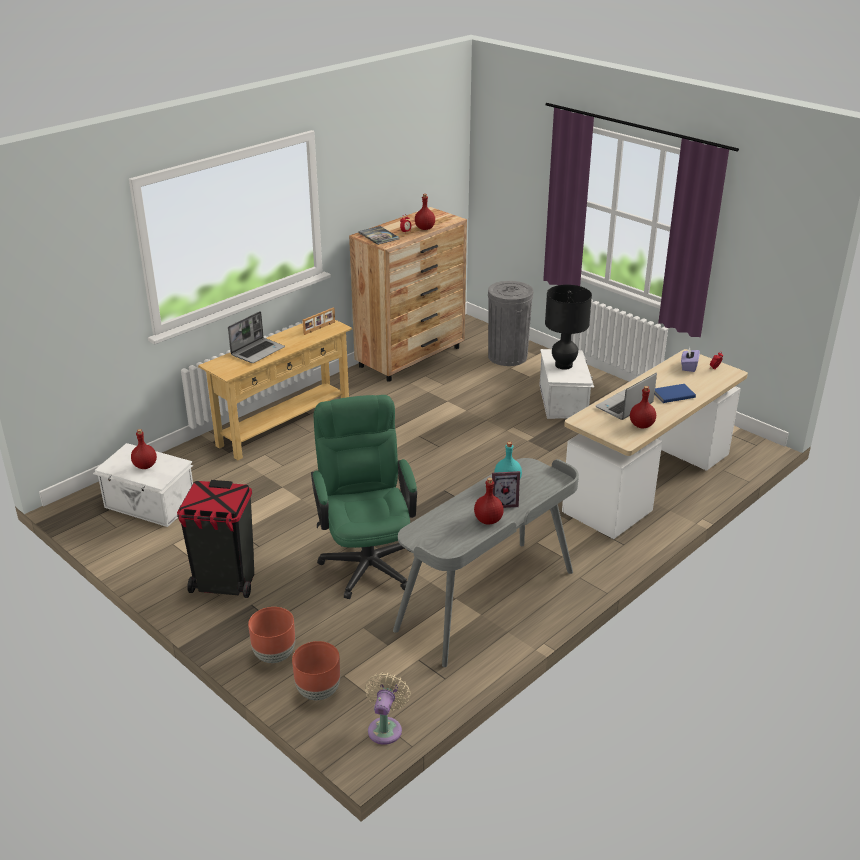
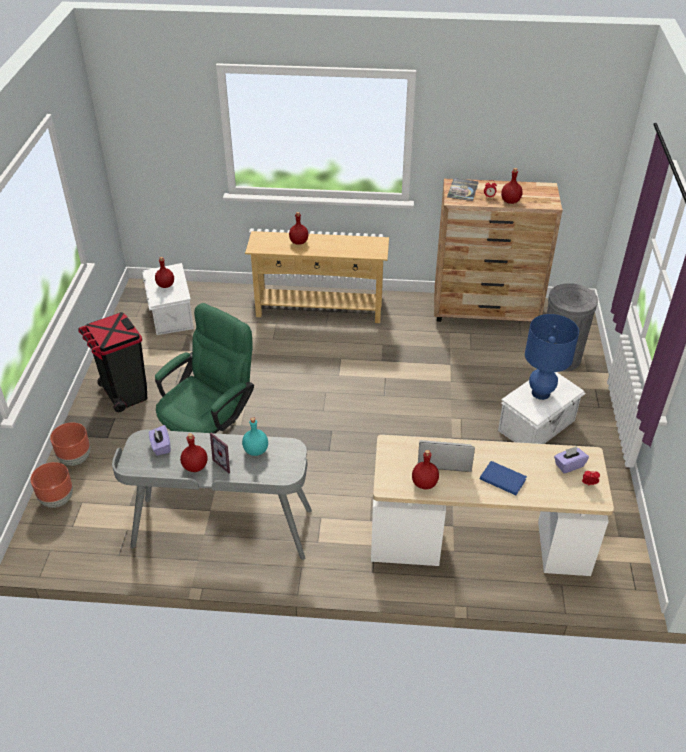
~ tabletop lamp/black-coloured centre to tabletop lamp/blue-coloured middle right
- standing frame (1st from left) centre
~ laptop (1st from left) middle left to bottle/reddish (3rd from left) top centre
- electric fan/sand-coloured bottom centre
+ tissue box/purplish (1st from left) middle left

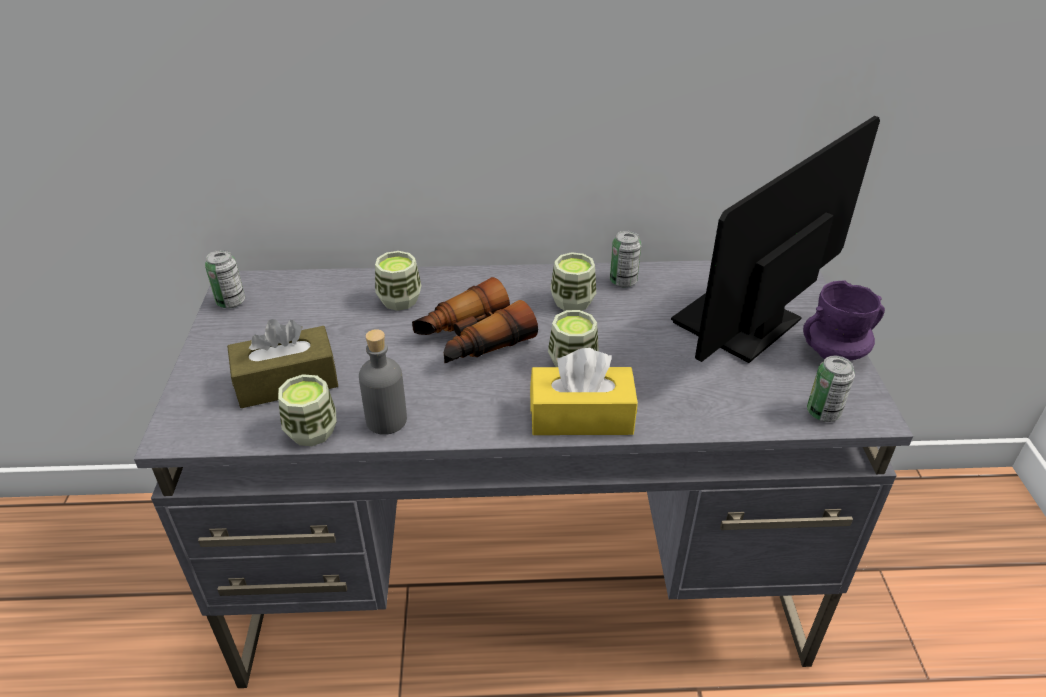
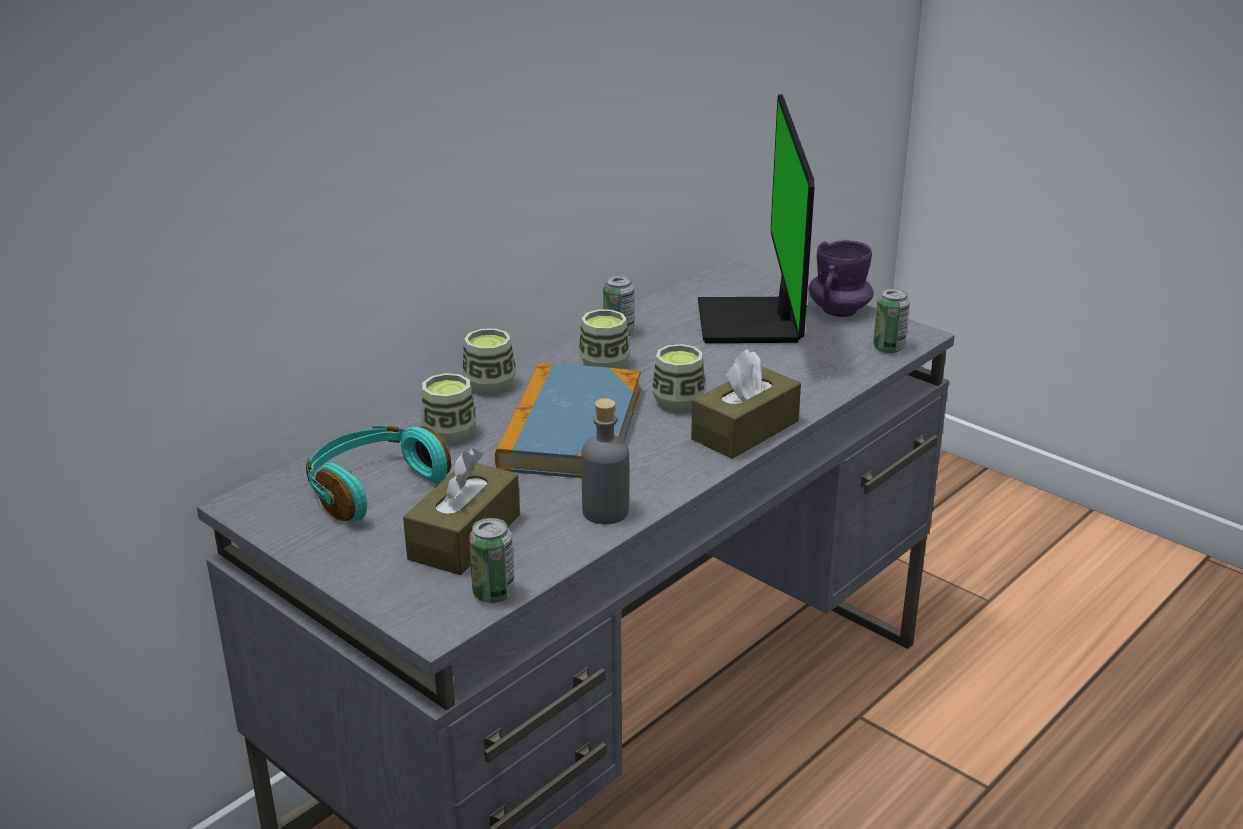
~ metal can (1st from left) middle left to bottom centre
~ binoculars centre to book centre
~ tissue box/yellow-coloured centre to tissue box/brownish (2nd from left) centre
~ cup (1st from left in the first image) middle left to cup (2nd from left) centre
+ headphones/turquoise middle left

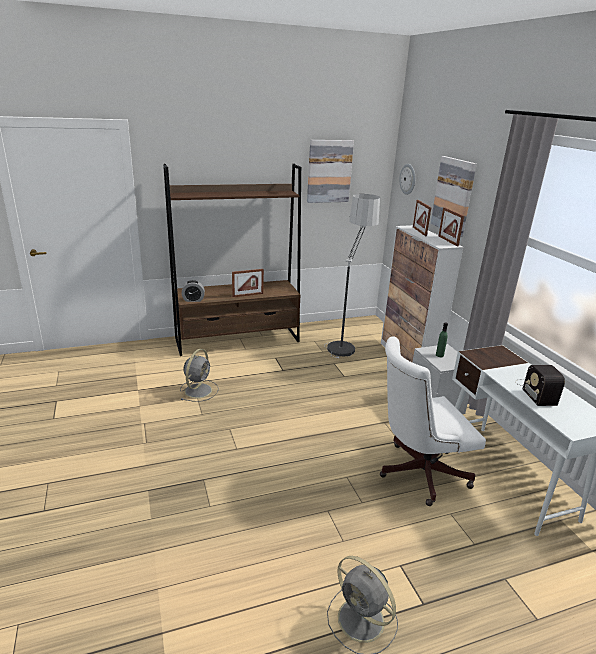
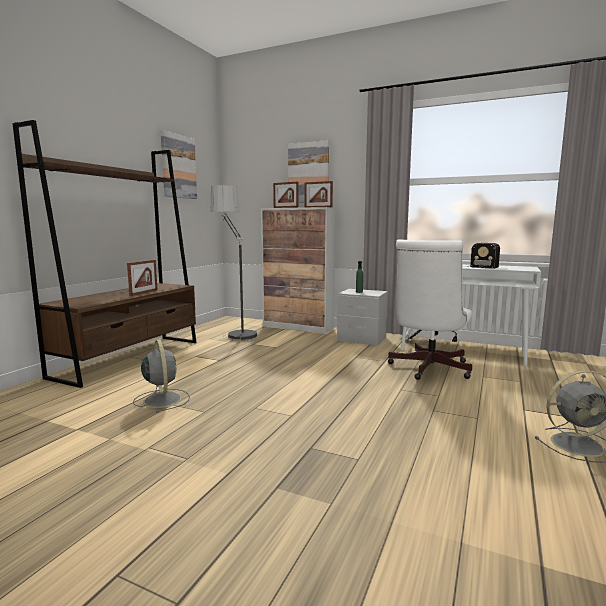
- hanging clock top right
- alarm clock middle left

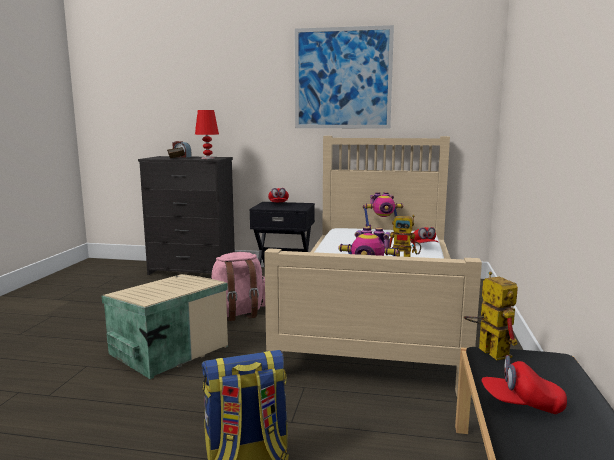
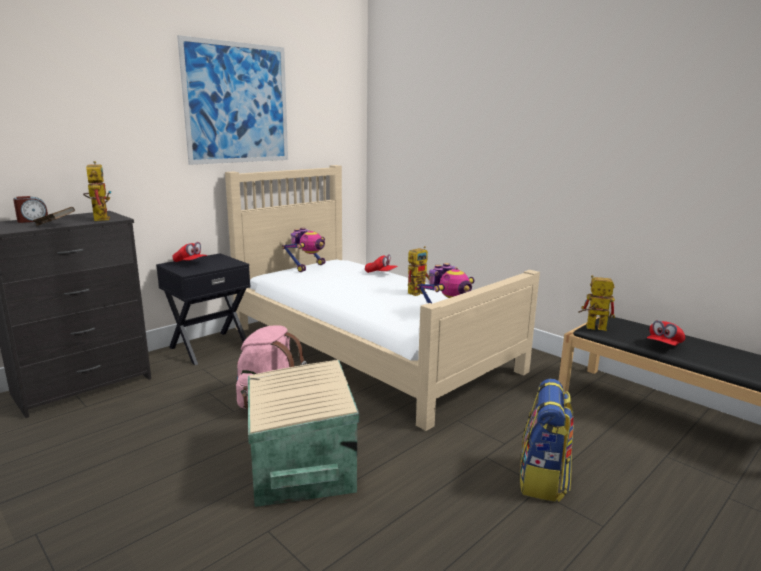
~ tabletop lamp/reddish top centre to model robot (1st from left) middle left

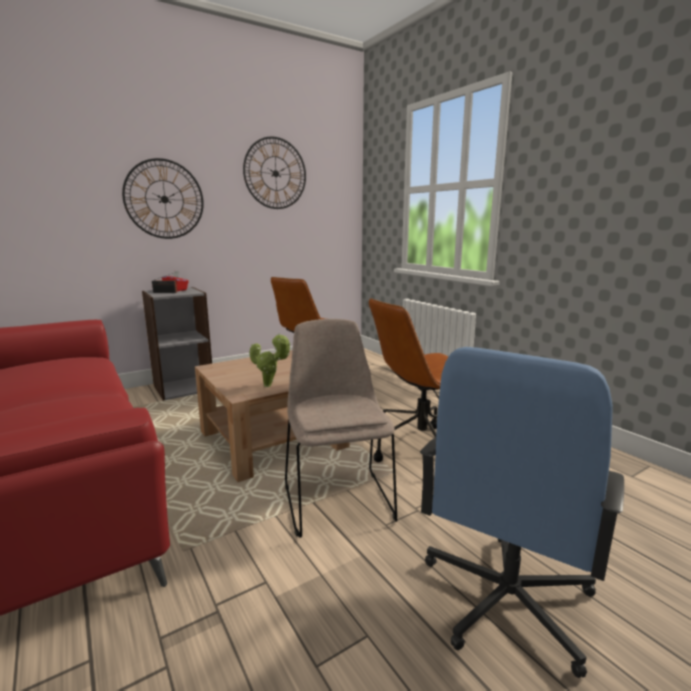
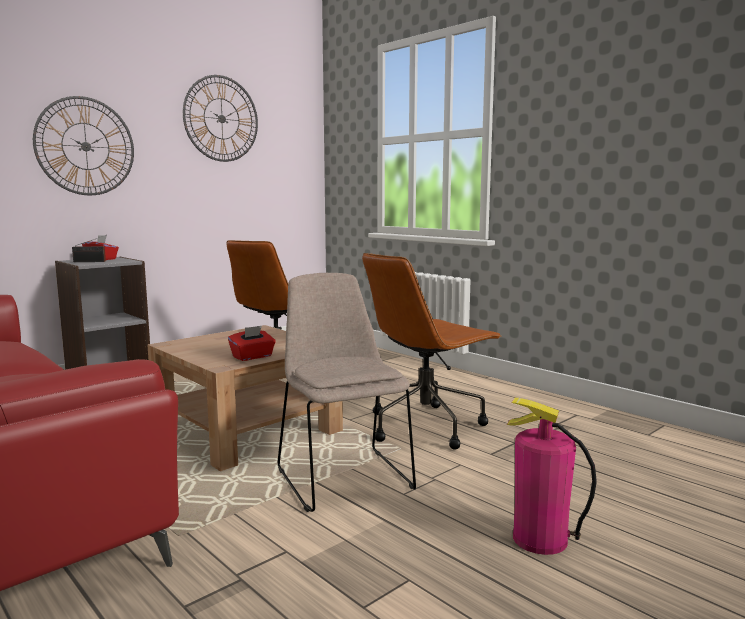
~ potted plant centre to tissue box/reddish (2nd from left) centre
~ desk chair/blue-coloured bottom right to fire extinguisher bottom right

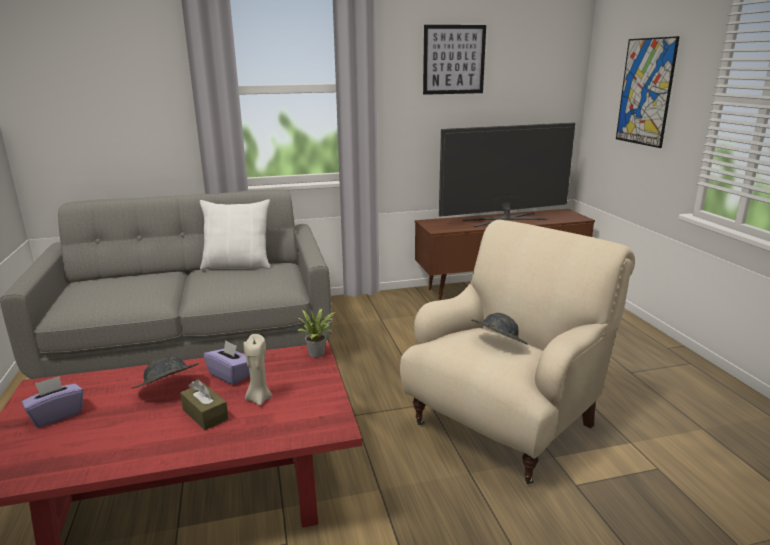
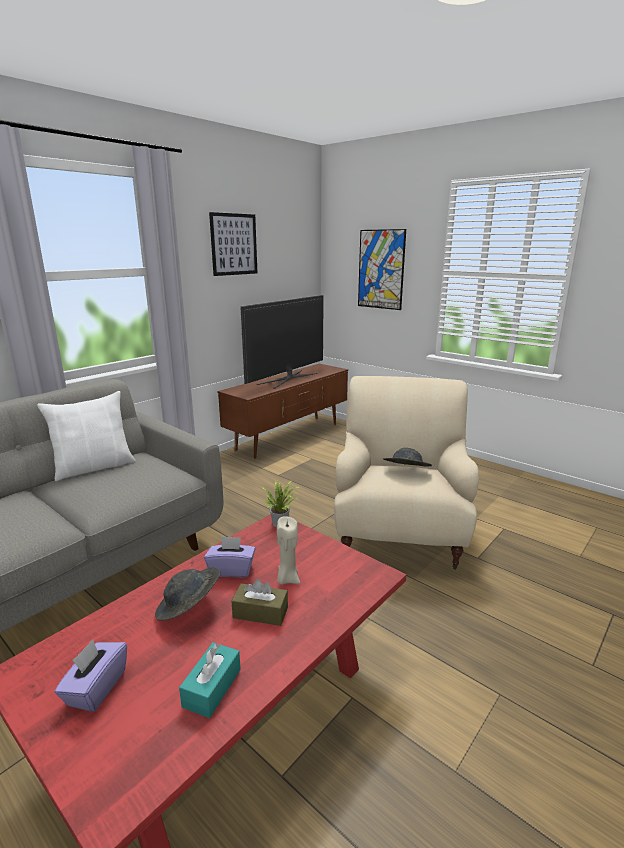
+ tissue box/turquoise bottom centre

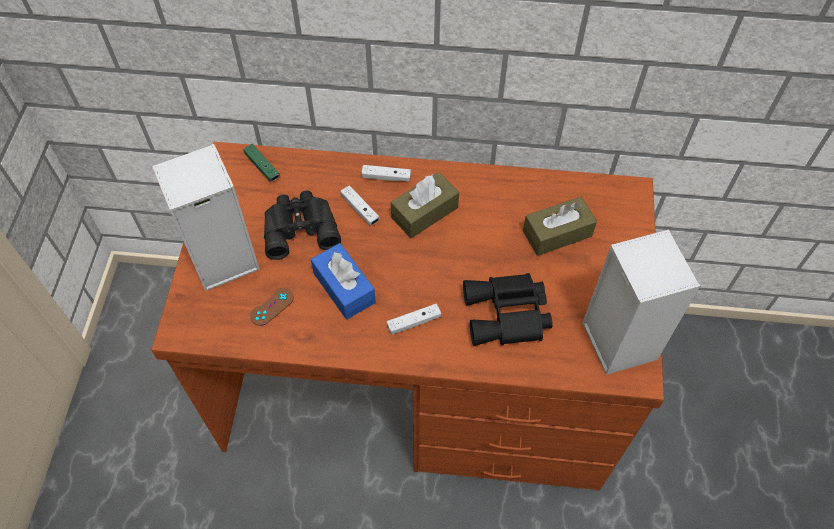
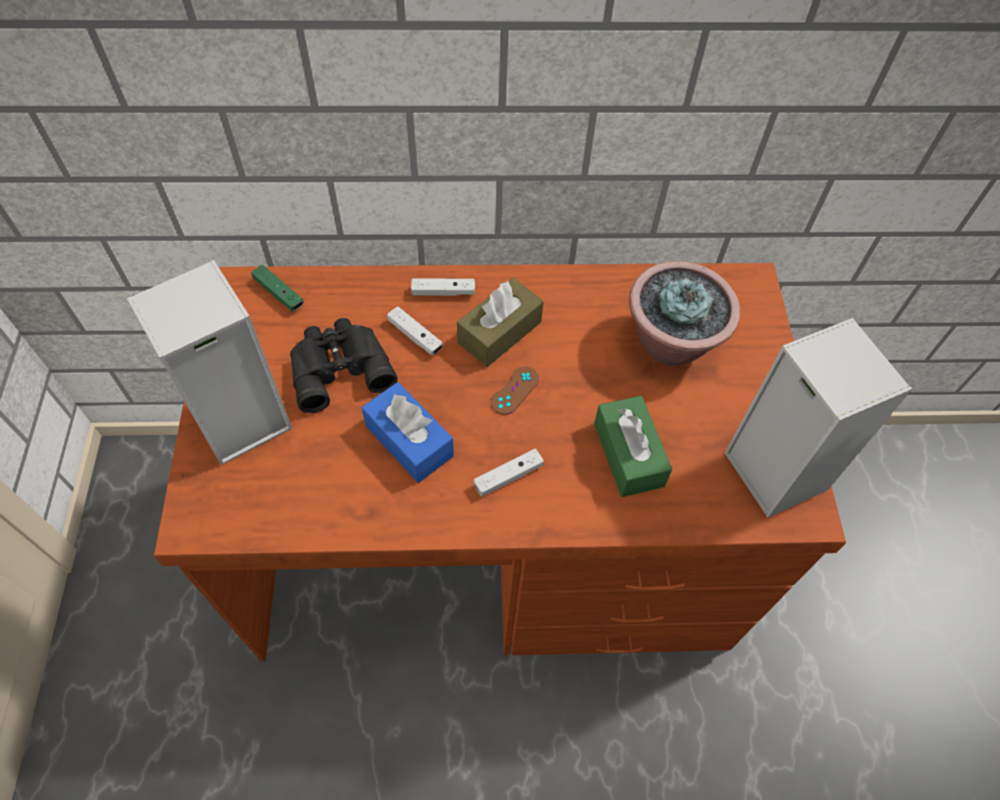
~ tissue box/brownish (2nd from left) middle right to potted plant middle right
~ binoculars/black-coloured (2nd from left) centre to tissue box/greenish centre
~ game controller/brownish middle left to centre

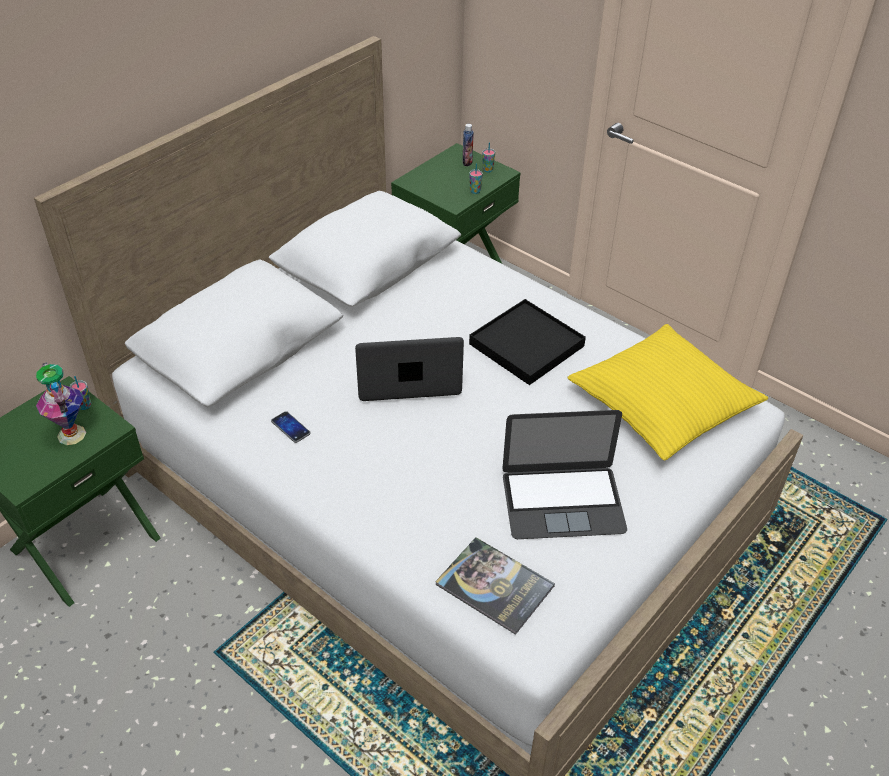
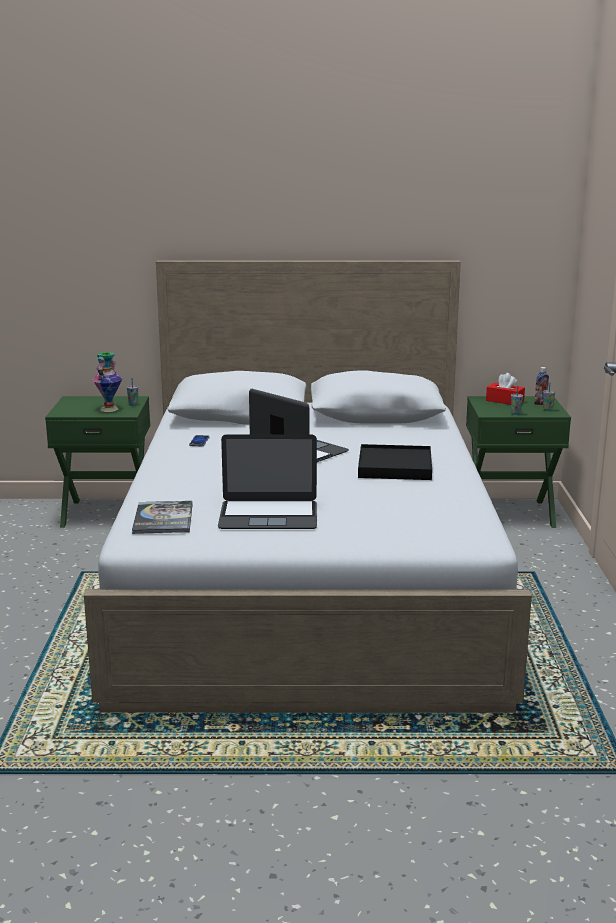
- throw pillow/yellow-coloured middle right
~ laptop (2nd from left in the first image) centre = centre 45 degrees counterclockwise
+ tissue box/reddish middle right

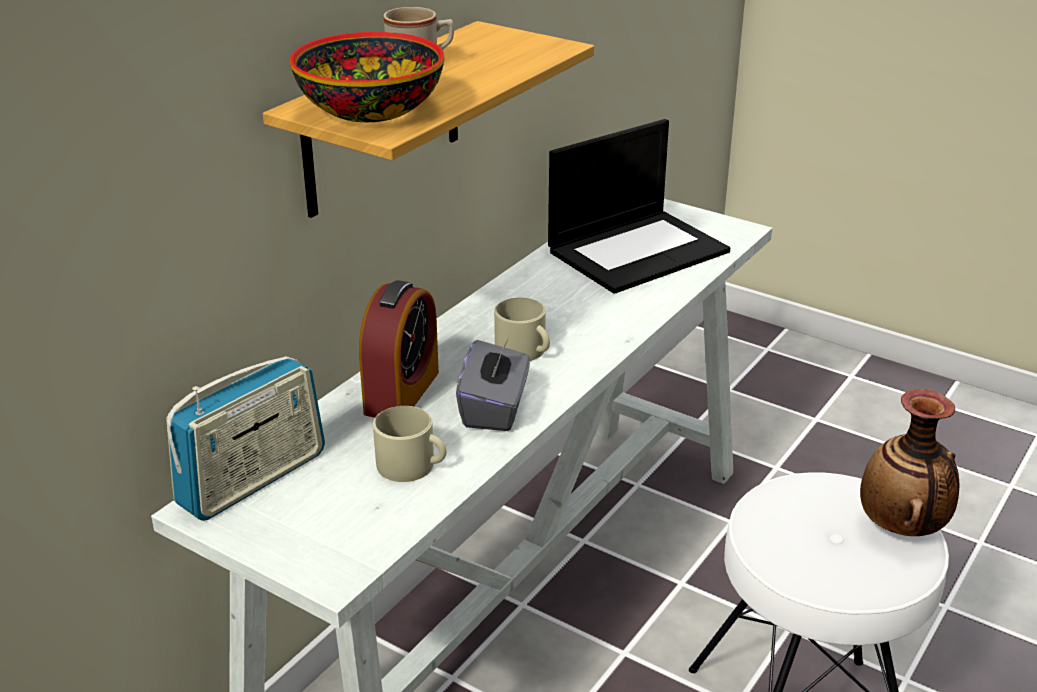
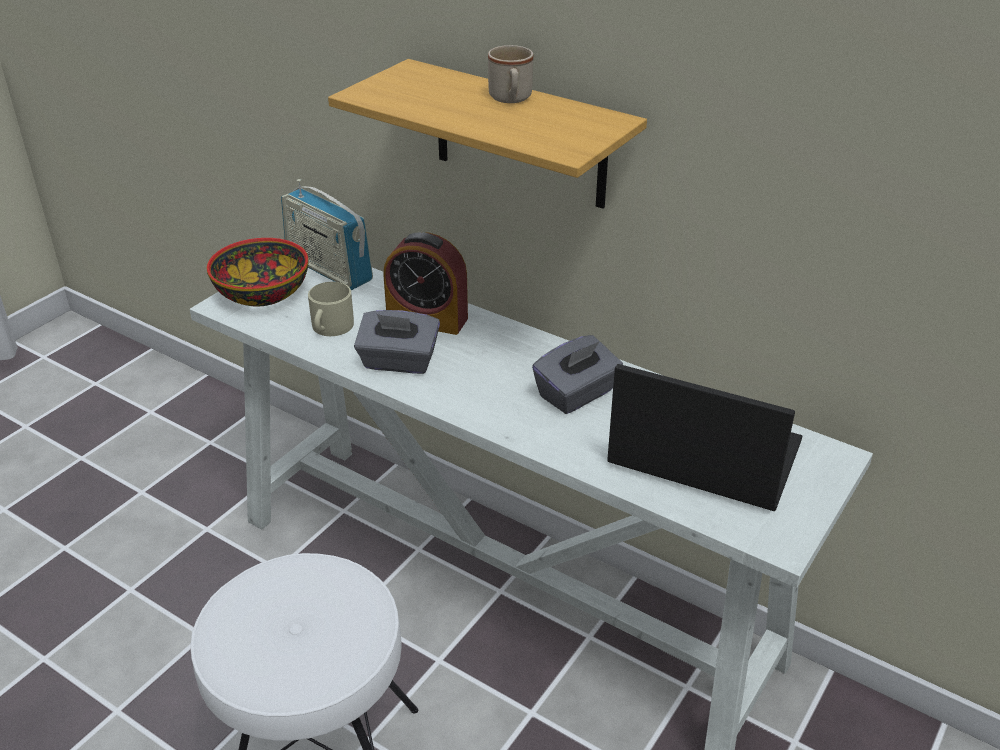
~ deep dish top centre to middle left
~ laptop top centre = middle right 150 degrees clockwise
- tea mug/sand-coloured (3rd from left) centre
- flower vase bottom right
+ tissue box/greyish (2nd from left) centre

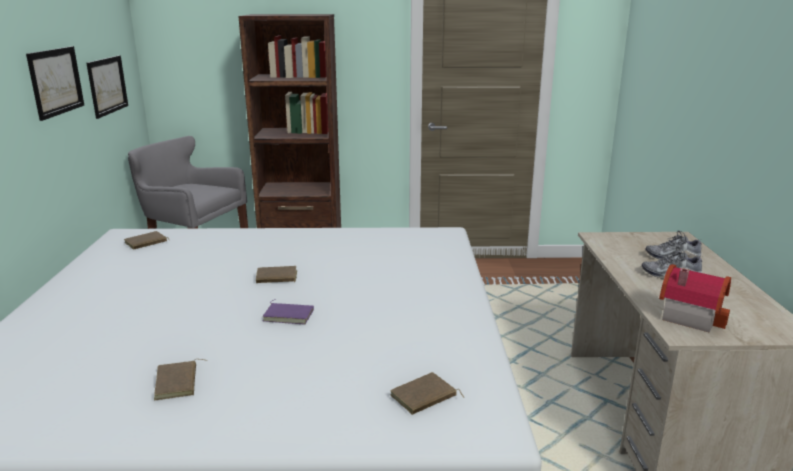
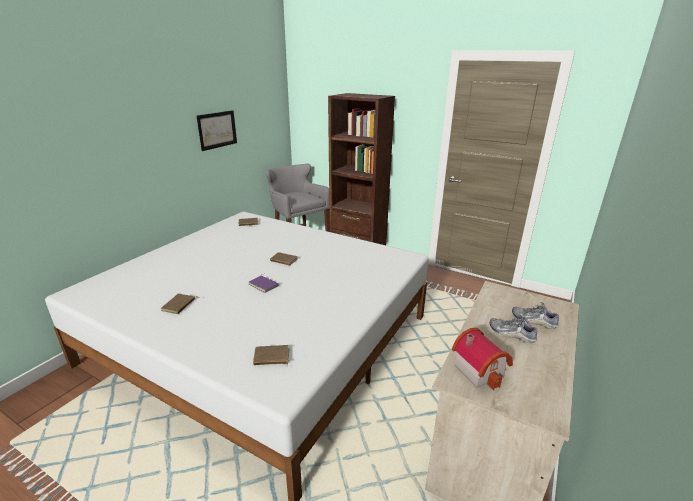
- picture (2nd from left) top left

